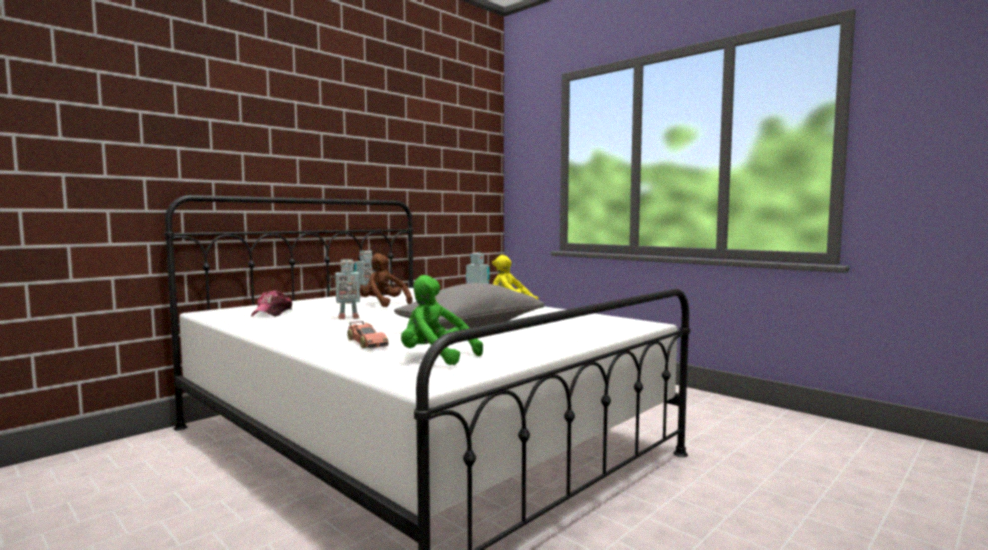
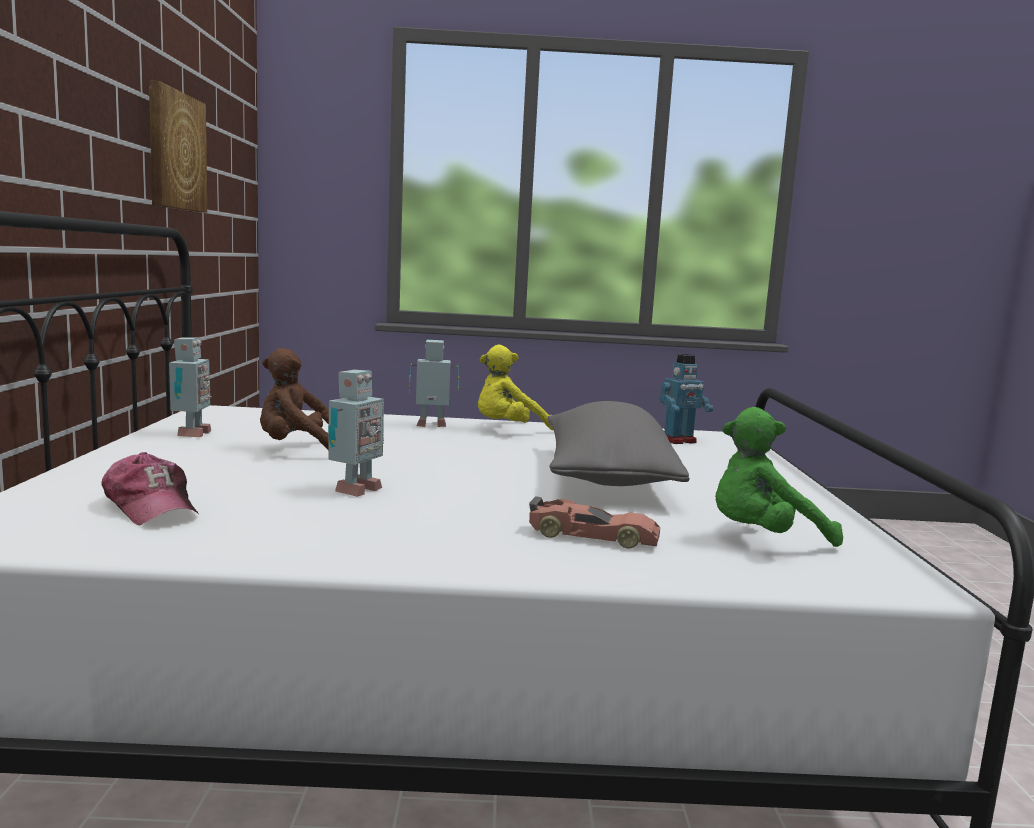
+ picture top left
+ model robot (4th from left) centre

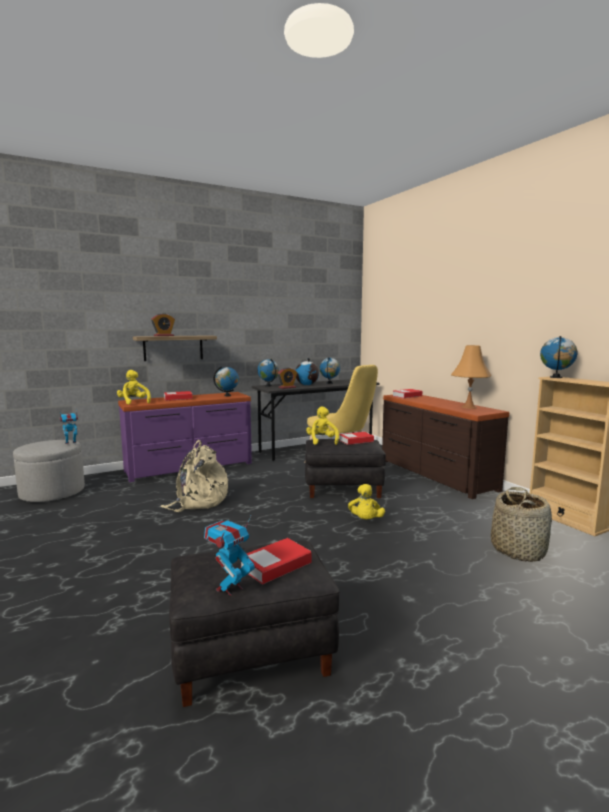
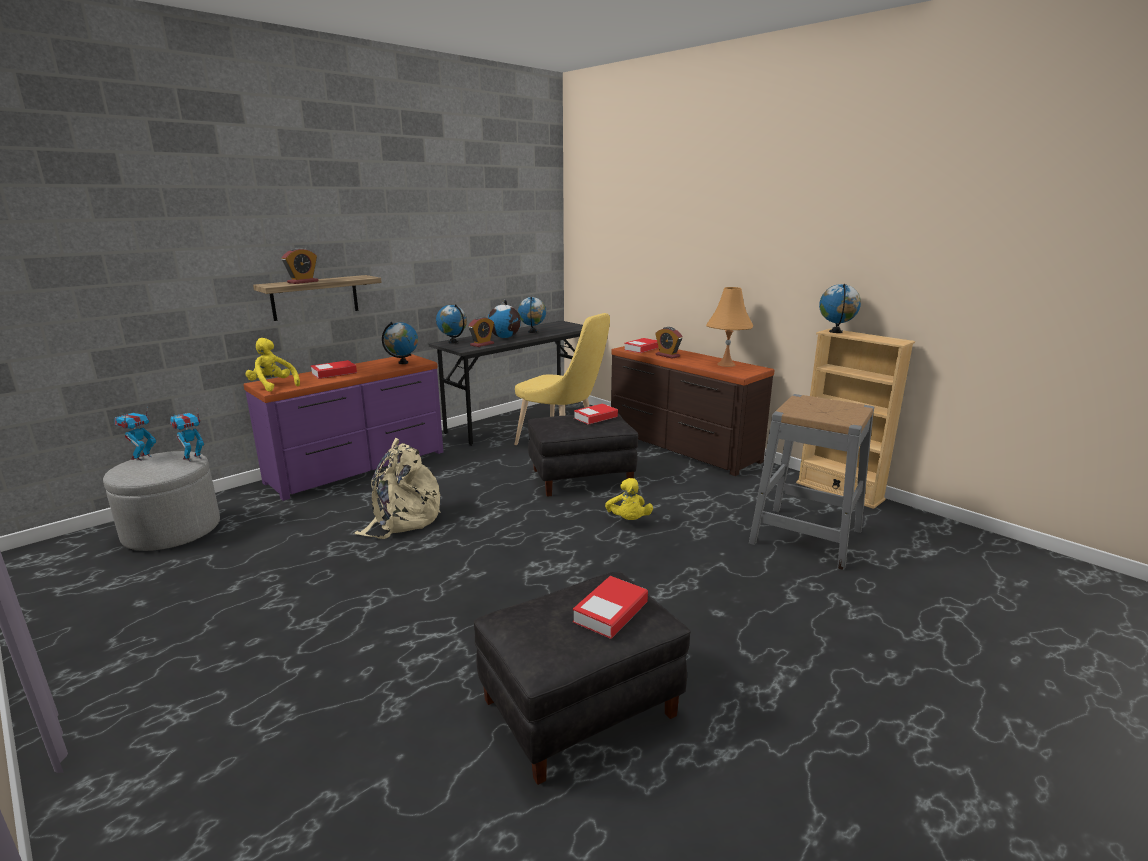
- cuddly toy/yellow-coloured (2nd from left) centre
~ basket middle right to stool/greyish middle right
~ model robot (2nd from left in the first image) bottom centre to model robot (1st from left) middle left
+ alarm clock (3rd from left) centre

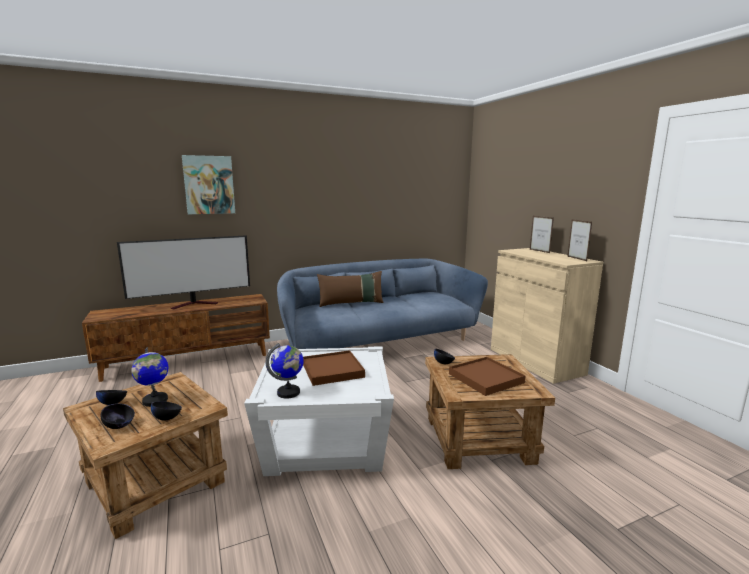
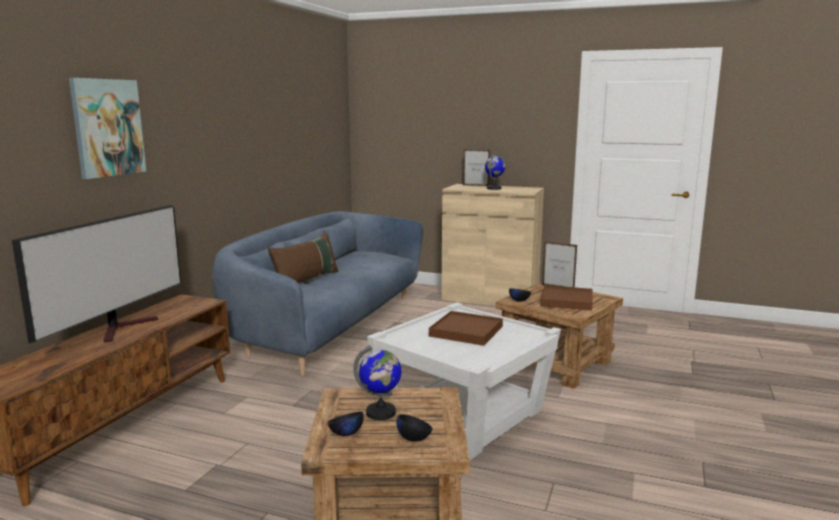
~ standing frame (2nd from left) middle right to centre
~ globe (2nd from left) centre to top centre
- deep dish/black-coloured (3rd from left) bottom left

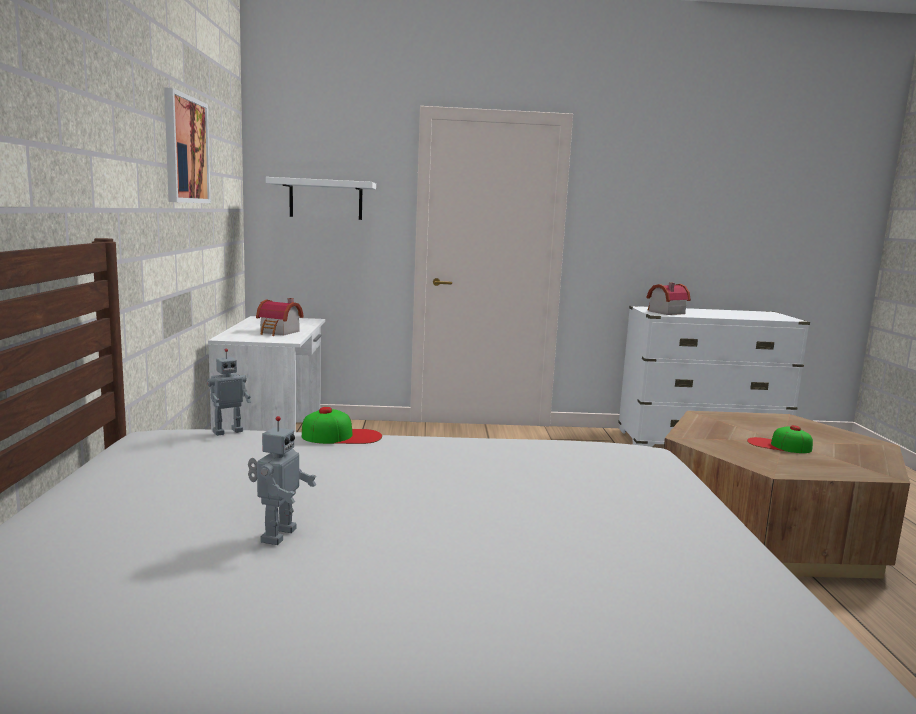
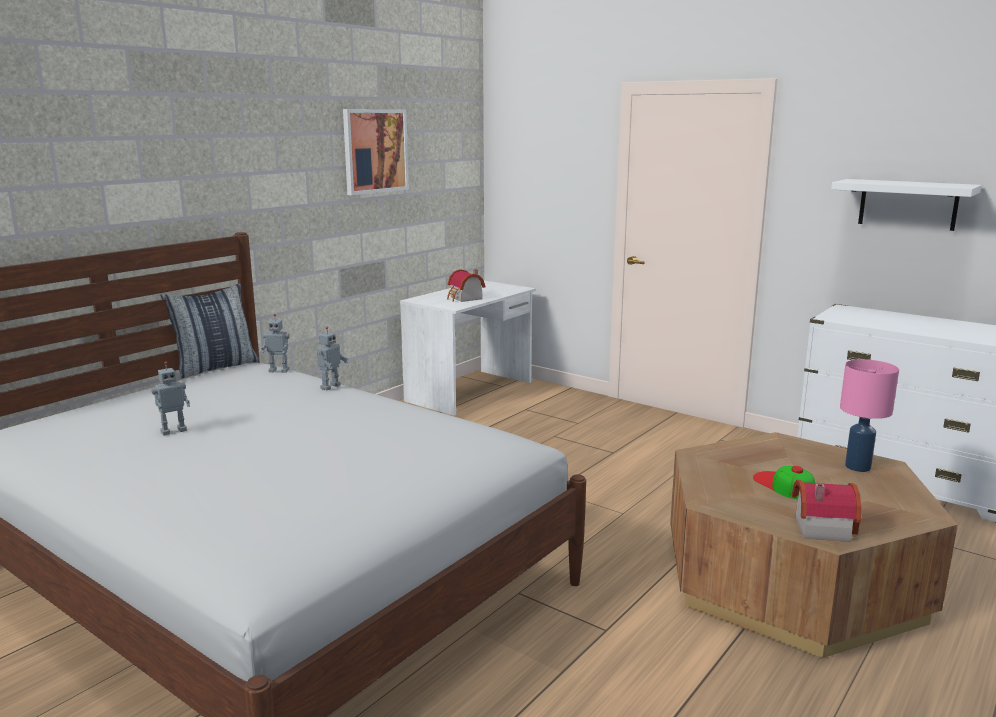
~ shelf/whitish top centre to top right
~ toy house (2nd from left) middle right to bottom right
~ baseball cap (1st from left) centre to model robot (3rd from left) centre
+ throw pillow middle left
+ tabletop lamp/pinkish middle right

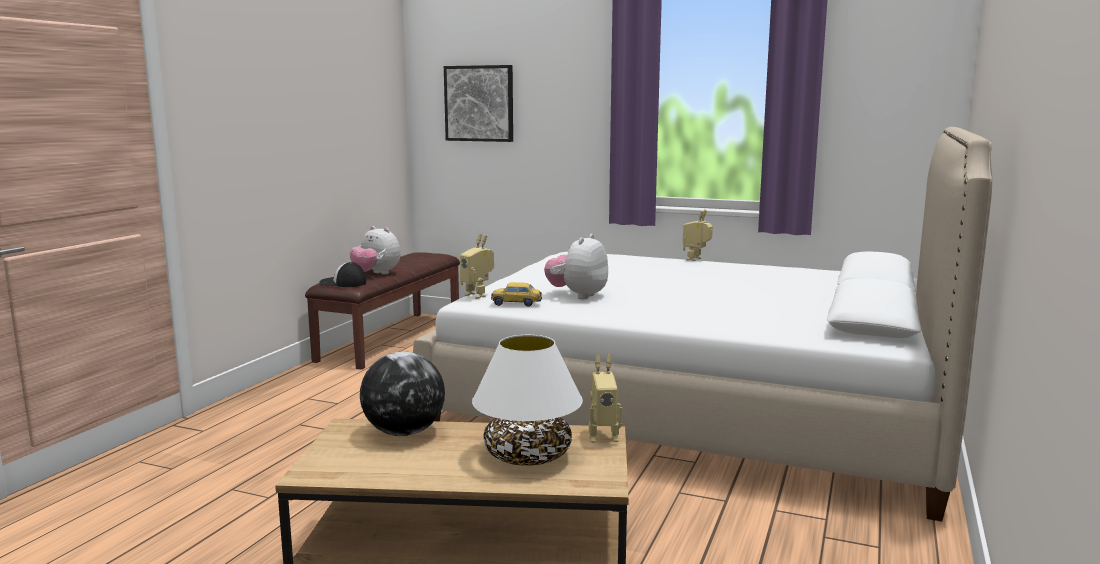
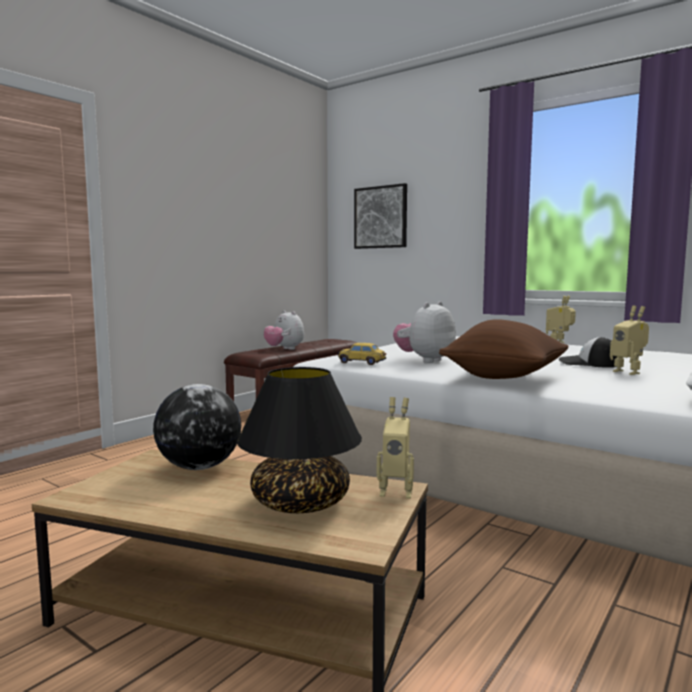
~ model robot (1st from left in the first image) centre to model robot (3rd from left) middle right
~ baseball cap middle left to middle right
~ tabletop lamp/whitish bottom centre to tabletop lamp/black-coloured centre
+ throw pillow/brownish middle right

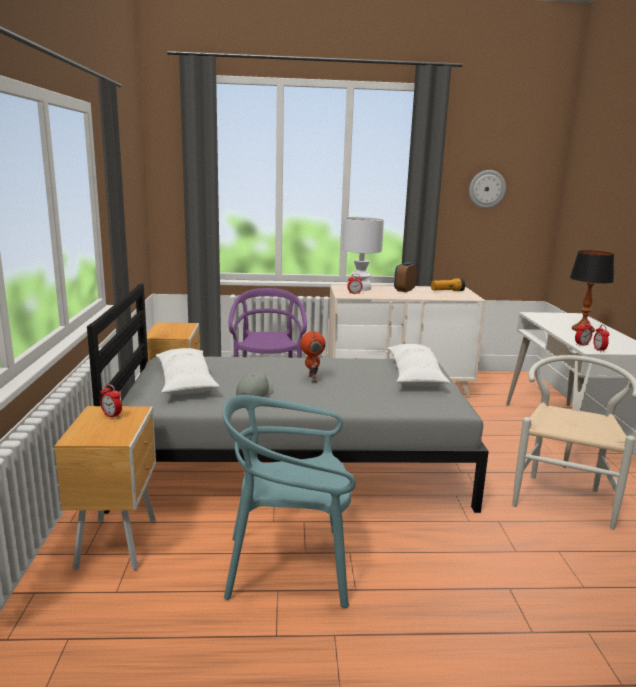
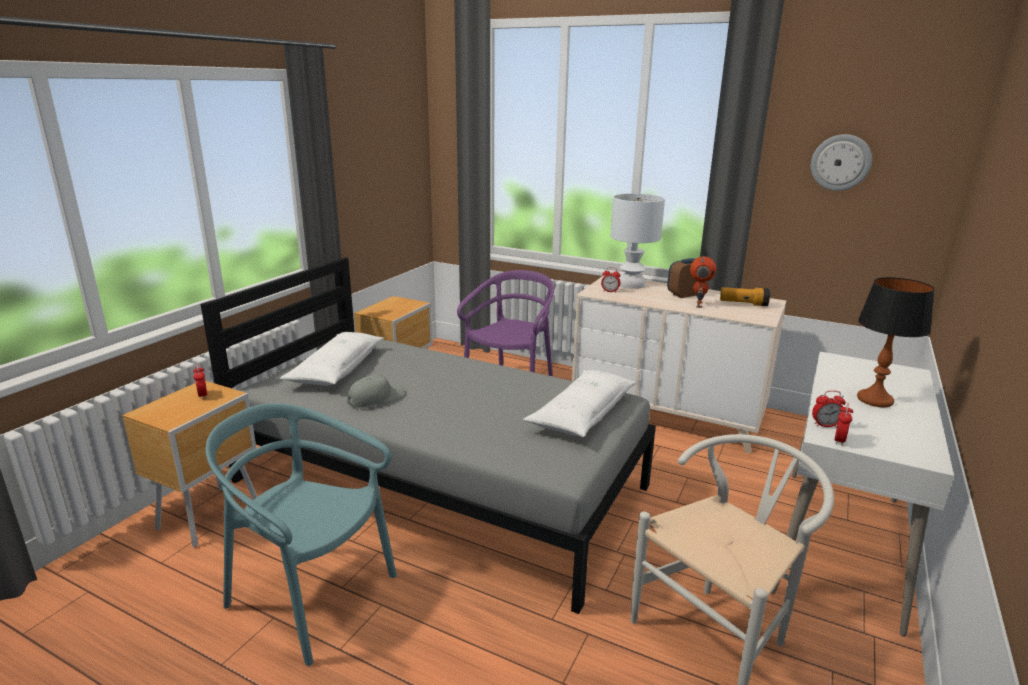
~ model robot centre to middle right

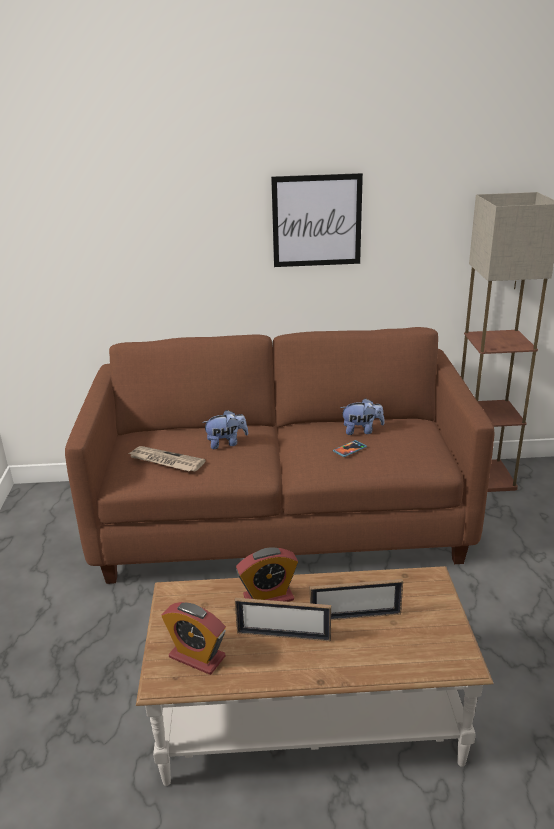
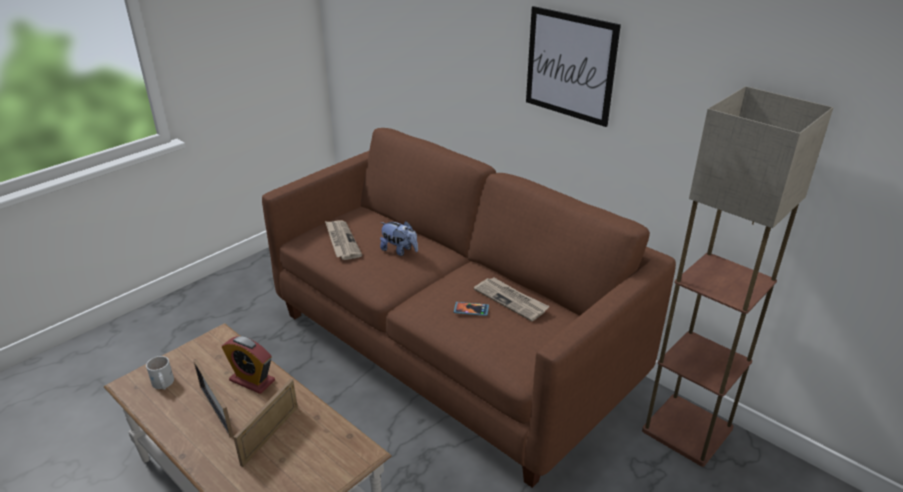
~ cuddly toy (2nd from left) centre to newspaper (2nd from left) centre
~ standing frame (2nd from left) bottom centre = bottom left 75 degrees clockwise
~ alarm clock (1st from left) bottom centre to tea mug/whitish bottom left

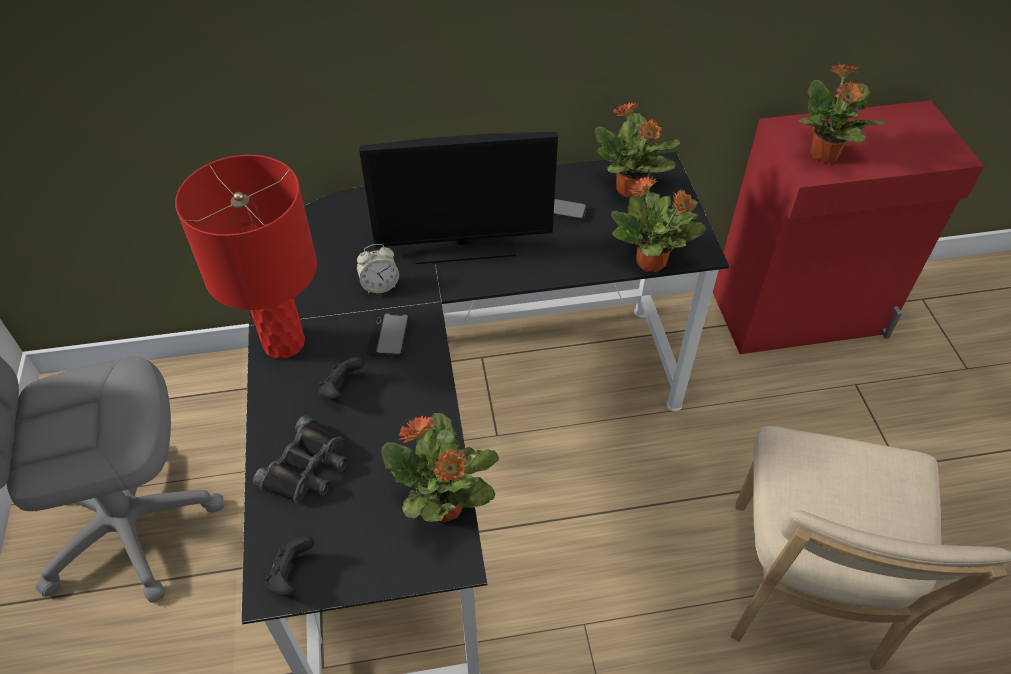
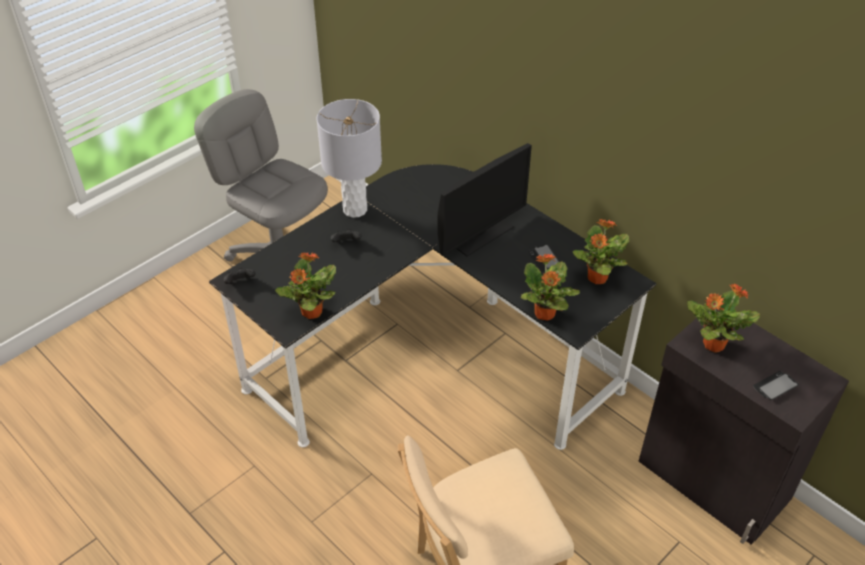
~ cupboard/reddish middle right to cupboard/black-coloured bottom right
~ computer screen top centre = centre 90 degrees counterclockwise
~ tabletop lamp/reddish middle left to tabletop lamp/greyish top centre
- alarm clock centre
~ phone (1st from left in the first image) centre to phone (2nd from left) bottom right
- binoculars/black-coloured bottom left

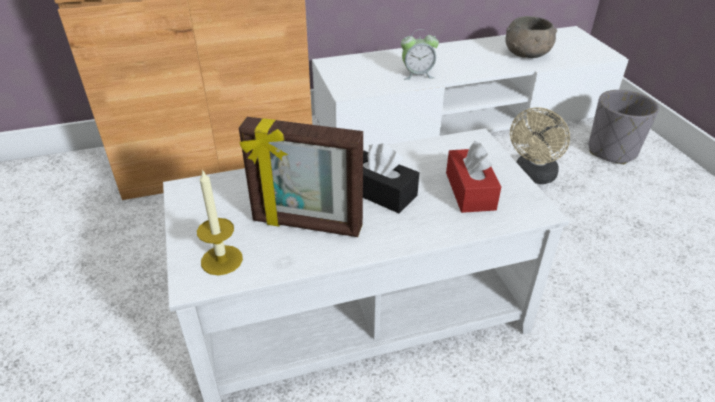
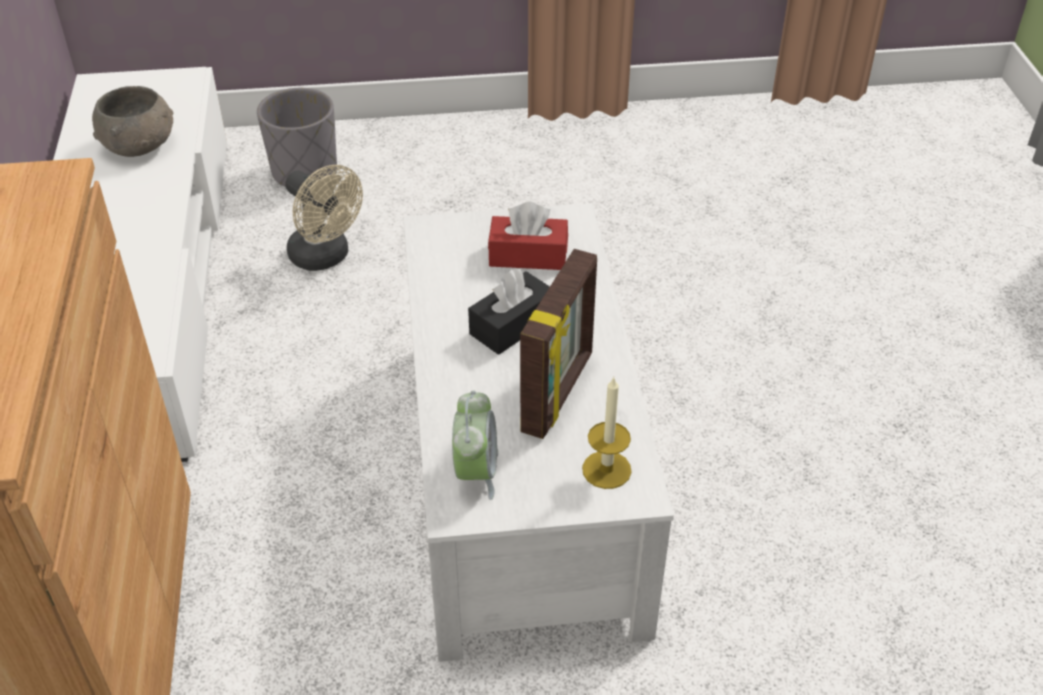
~ alarm clock top centre to centre

